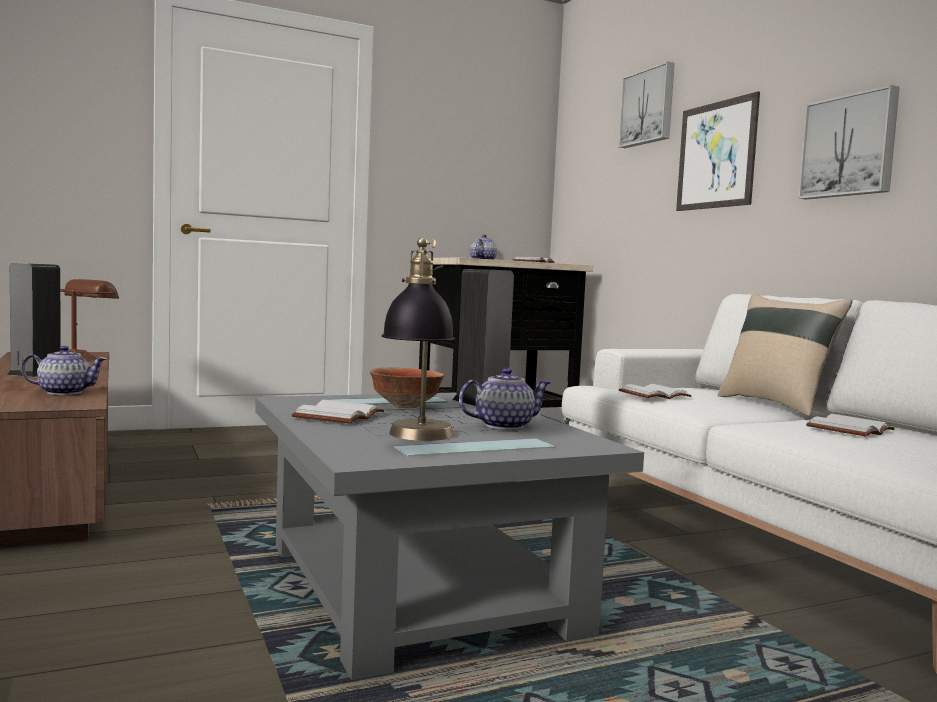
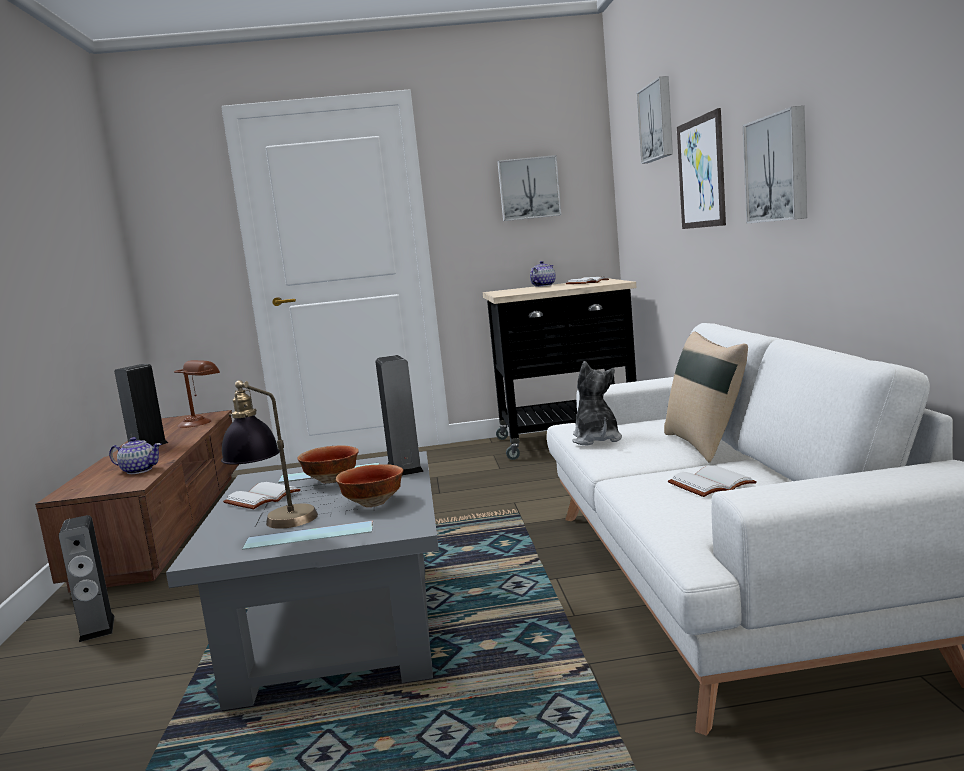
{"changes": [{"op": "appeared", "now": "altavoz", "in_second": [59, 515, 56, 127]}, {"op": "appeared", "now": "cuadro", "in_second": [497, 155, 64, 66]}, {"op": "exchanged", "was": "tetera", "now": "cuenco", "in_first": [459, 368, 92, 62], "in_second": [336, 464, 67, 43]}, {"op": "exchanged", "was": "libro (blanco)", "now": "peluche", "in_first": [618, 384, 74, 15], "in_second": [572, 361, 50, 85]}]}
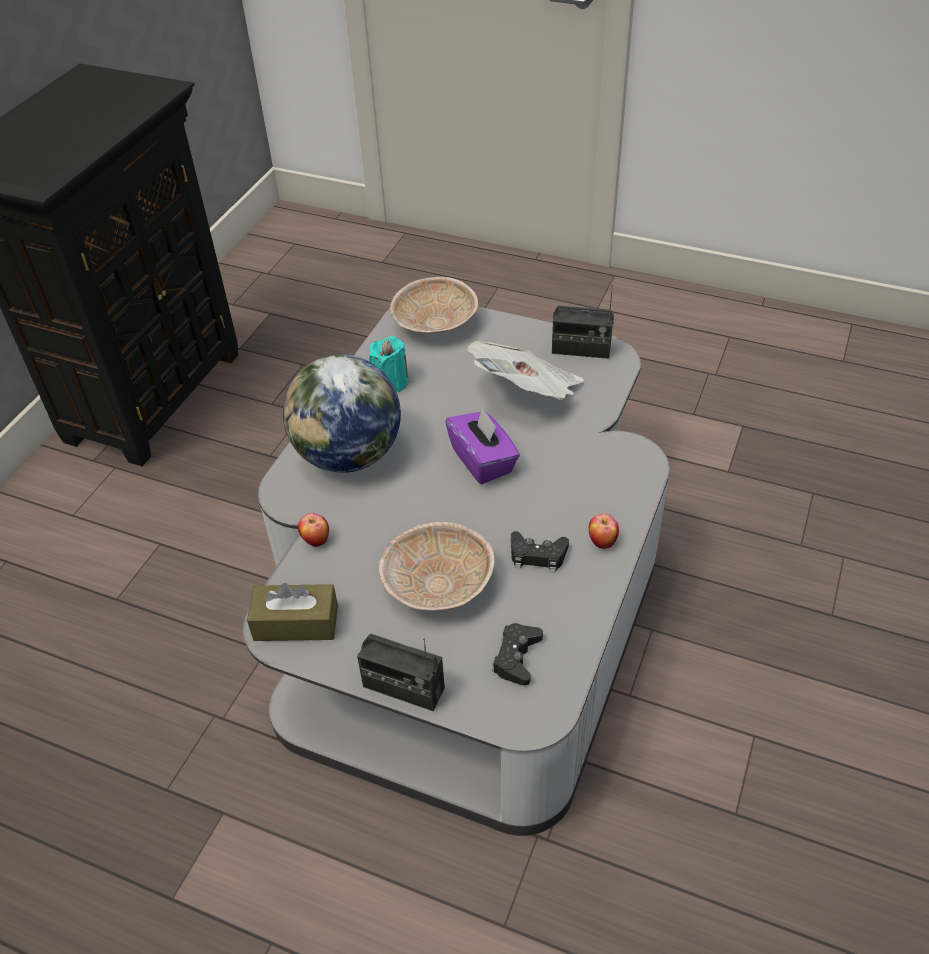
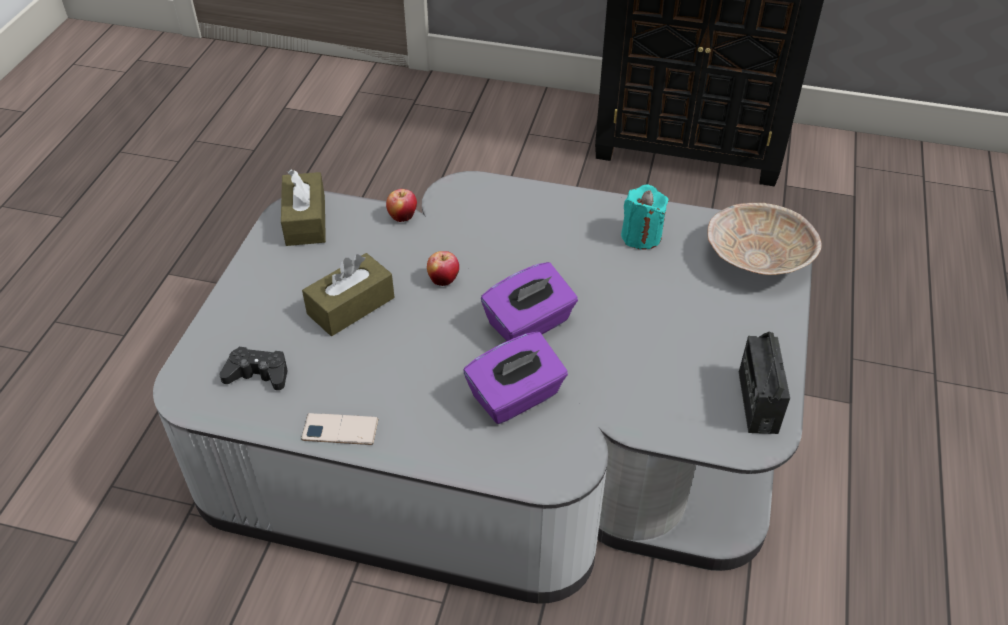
{"changes": [{"op": "missing", "was": "globo terráqueo", "in_first": [283, 355, 118, 118]}, {"op": "missing", "was": "radio", "in_first": [357, 633, 88, 78]}, {"op": "missing", "was": "periódico", "in_first": [467, 341, 117, 58]}, {"op": "missing", "was": "mando de consola (negro)", "in_first": [511, 531, 58, 42]}, {"op": "appeared", "now": "móvil", "in_second": [301, 413, 77, 32]}, {"op": "appeared", "now": "caja de pañuelos (morado)", "in_second": [464, 332, 104, 92]}, {"op": "relocated", "was": "manzana", "in_first": [589, 514, 30, 35], "in_second": [427, 251, 32, 35]}, {"op": "exchanged", "was": "cuenco (beis)", "now": "caja de pañuelos (marrón)", "in_first": [378, 522, 117, 89], "in_second": [302, 253, 92, 83]}]}
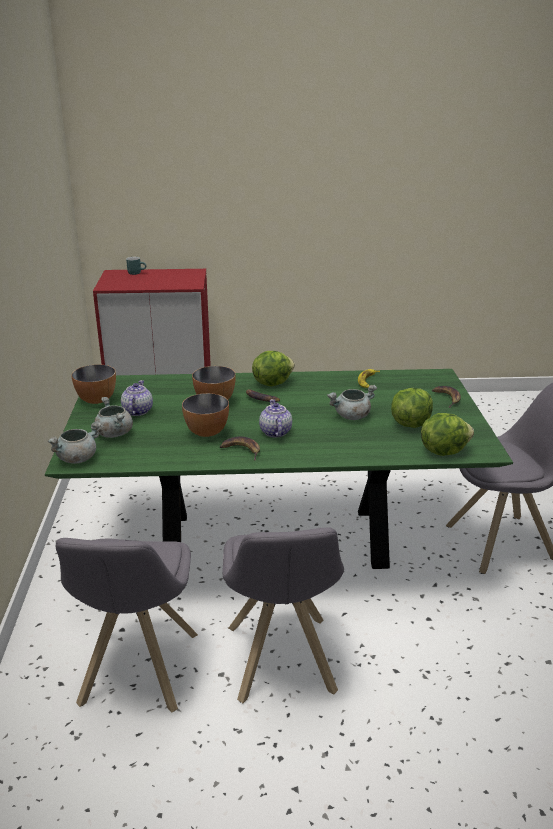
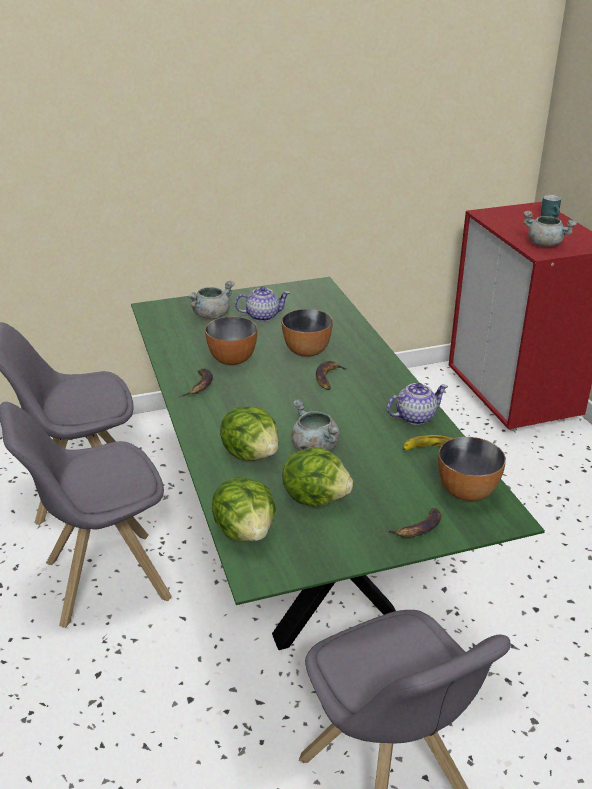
{"changes": [{"op": "relocated", "was": "olla (gris)", "in_first": [48, 421, 54, 43], "in_second": [523, 211, 54, 36]}, {"op": "relocated", "was": "cuenco", "in_first": [71, 364, 45, 40], "in_second": [438, 437, 68, 64]}, {"op": "relocated", "was": "lechuga", "in_first": [252, 351, 43, 35], "in_second": [220, 407, 59, 54]}, {"op": "relocated", "was": "tetera", "in_first": [259, 399, 33, 39], "in_second": [387, 383, 61, 42]}]}
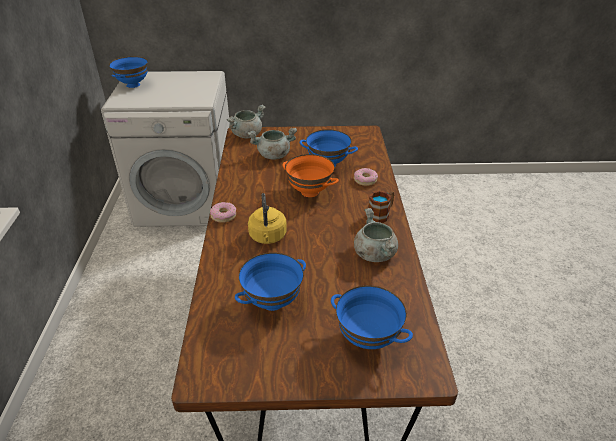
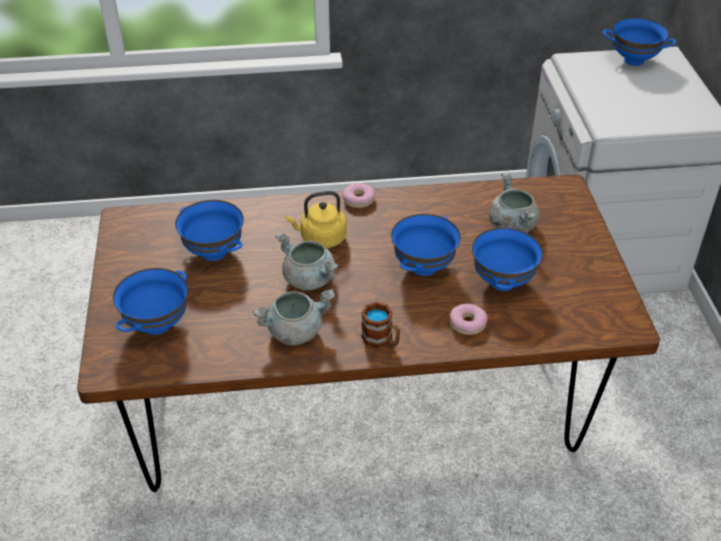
{"changes": [{"op": "relocated", "was": "olla (gris)", "in_first": [227, 105, 38, 33], "in_second": [275, 232, 64, 58]}, {"op": "colour", "was": "cuenco (naranja)", "now": "cuenco (azul)", "in_first": [282, 154, 57, 43], "in_second": [391, 214, 70, 62]}]}
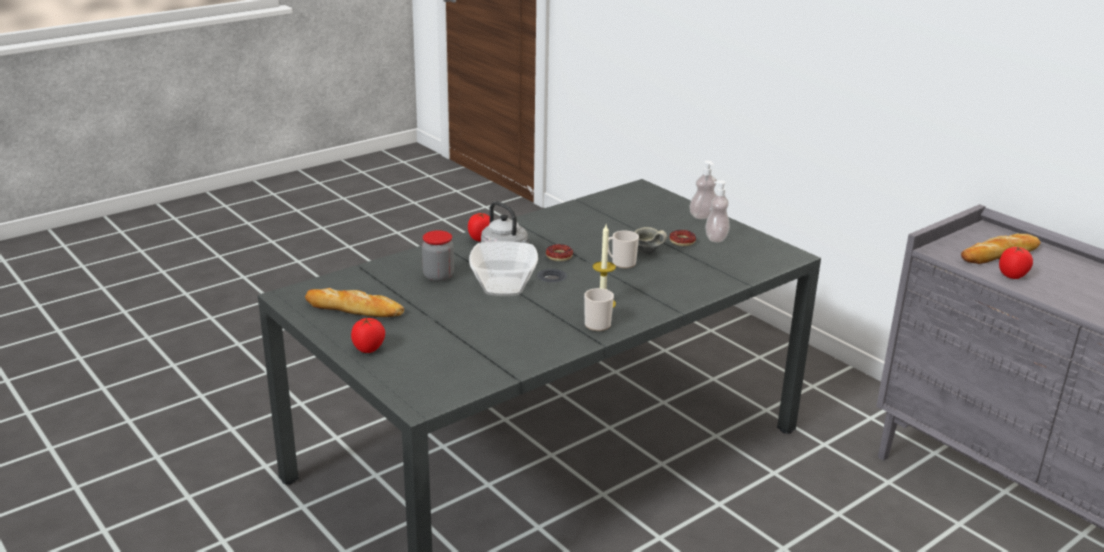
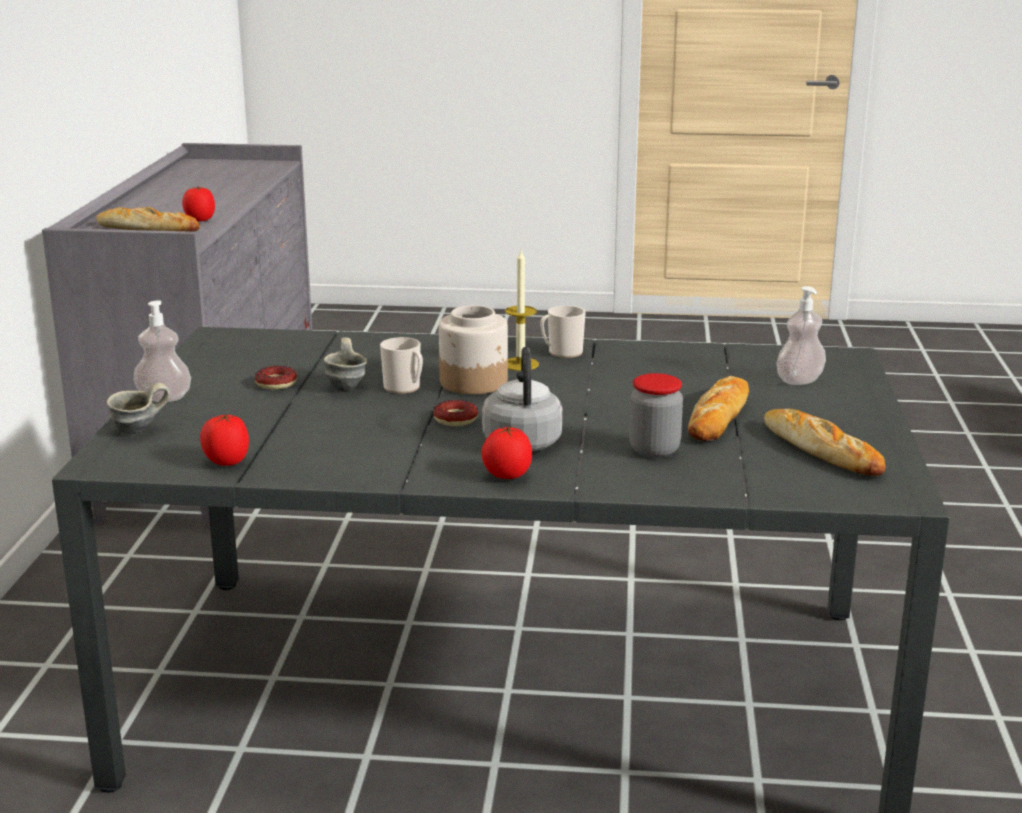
{"changes": [{"op": "missing", "was": "cuenco", "in_first": [469, 241, 69, 55]}, {"op": "appeared", "now": "taza grande (gris)", "in_second": [107, 383, 63, 51]}, {"op": "appeared", "now": "tarro", "in_second": [439, 305, 69, 89]}, {"op": "appeared", "now": "pan", "in_second": [688, 376, 61, 65]}, {"op": "relocated", "was": "tomate", "in_first": [351, 317, 34, 36], "in_second": [200, 413, 49, 53]}, {"op": "relocated", "was": "dispensador de jabón", "in_first": [705, 181, 25, 62], "in_second": [776, 286, 50, 99]}]}
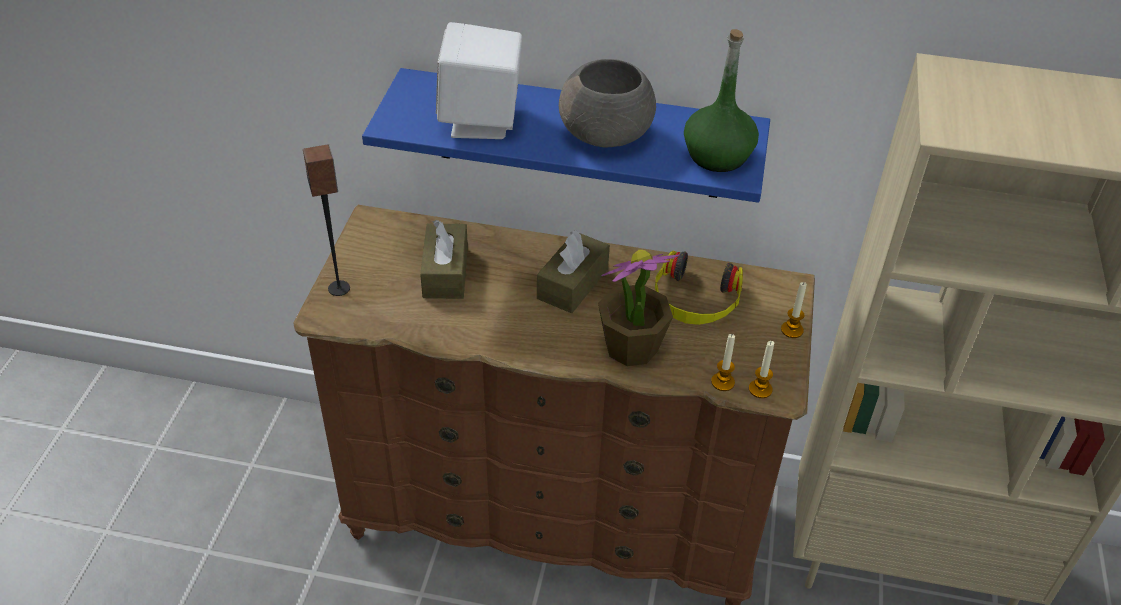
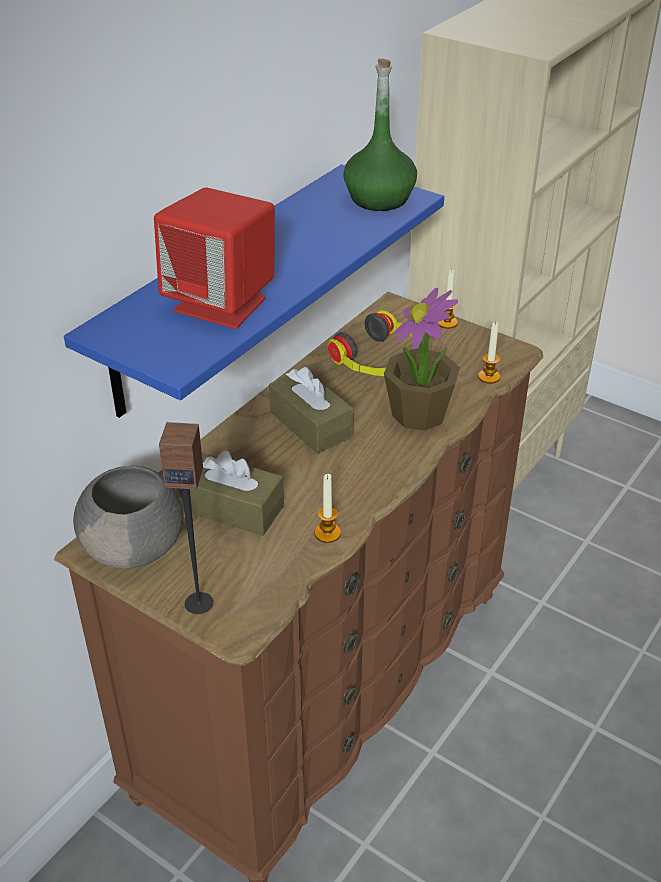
{"changes": [{"op": "relocated", "was": "cuenco (gris)", "in_first": [559, 59, 97, 88], "in_second": [73, 466, 111, 103]}, {"op": "relocated", "was": "vela", "in_first": [749, 341, 25, 57], "in_second": [315, 474, 26, 69]}, {"op": "colour", "was": "altavoz (blanco)", "now": "altavoz (rojo)", "in_first": [436, 22, 86, 117], "in_second": [154, 187, 121, 142]}]}
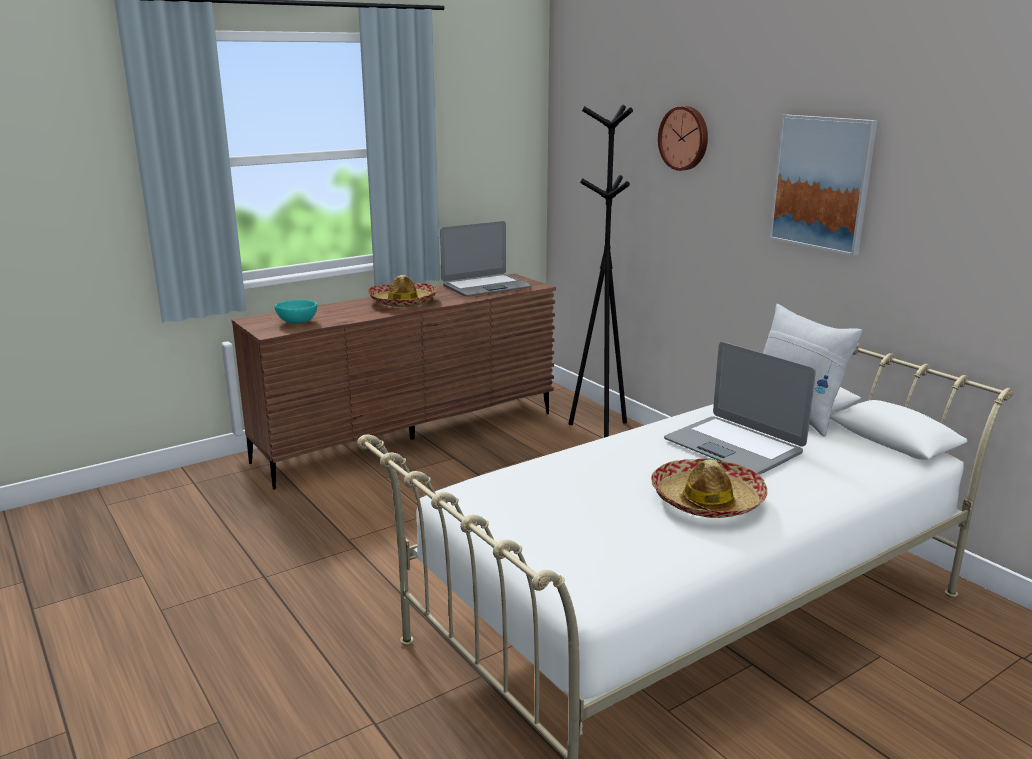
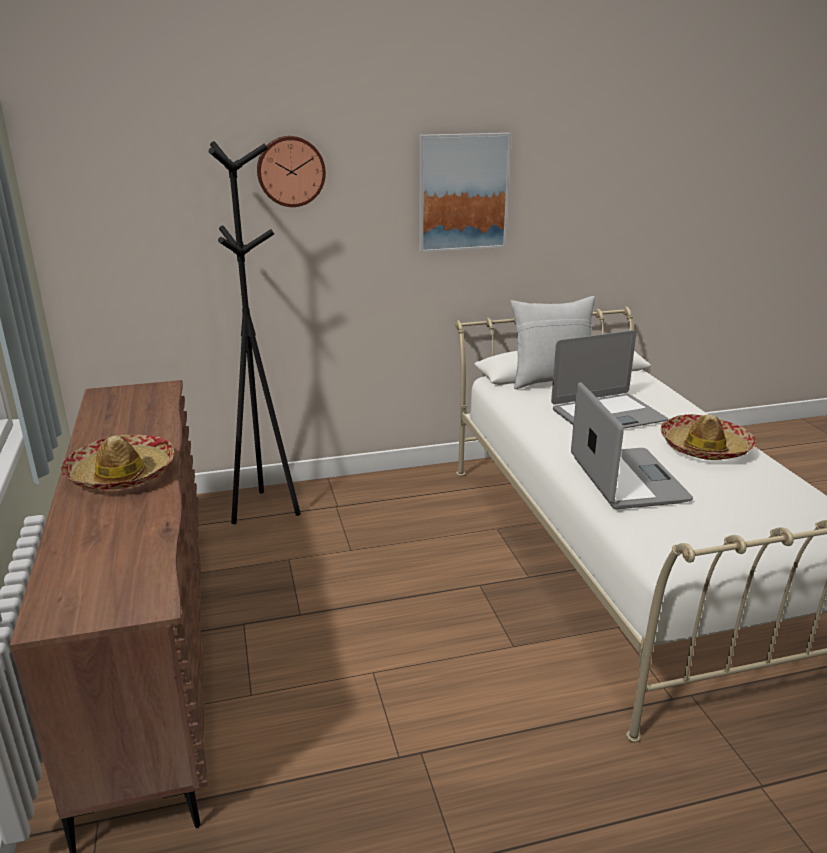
{"changes": [{"op": "missing", "was": "cuenco (turquesa)", "in_first": [275, 300, 42, 24]}, {"op": "relocated", "was": "portátil", "in_first": [440, 221, 92, 75], "in_second": [571, 382, 122, 127]}]}
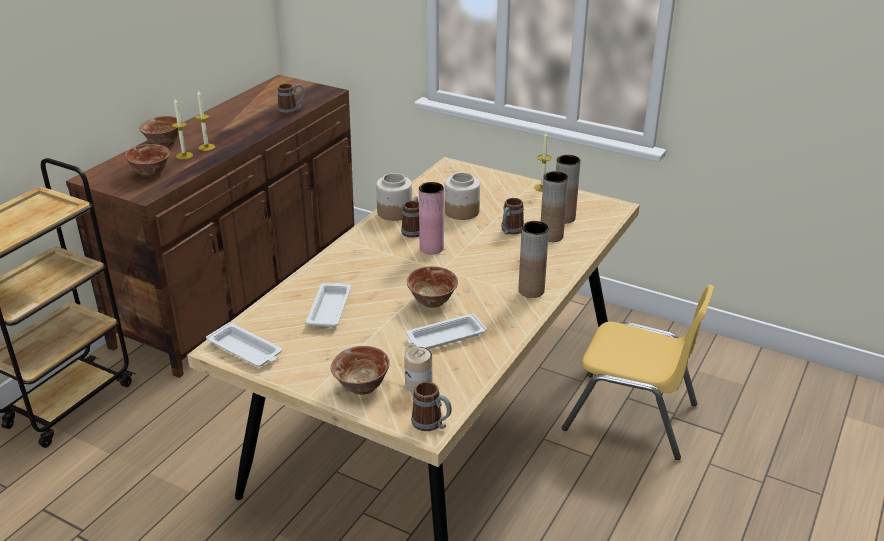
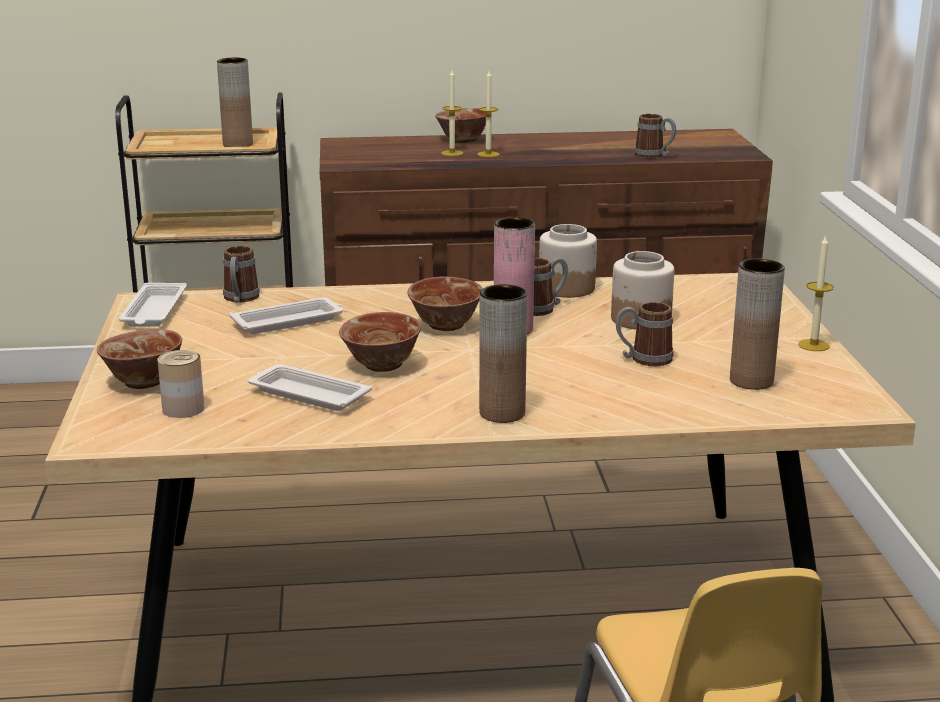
{"changes": [{"op": "relocated", "was": "cuenco", "in_first": [125, 144, 45, 33], "in_second": [407, 277, 76, 54]}, {"op": "relocated", "was": "taza grande", "in_first": [411, 382, 41, 49], "in_second": [223, 246, 37, 57]}, {"op": "relocated", "was": "florero (marrón)", "in_first": [541, 171, 27, 71], "in_second": [217, 58, 36, 89]}]}
